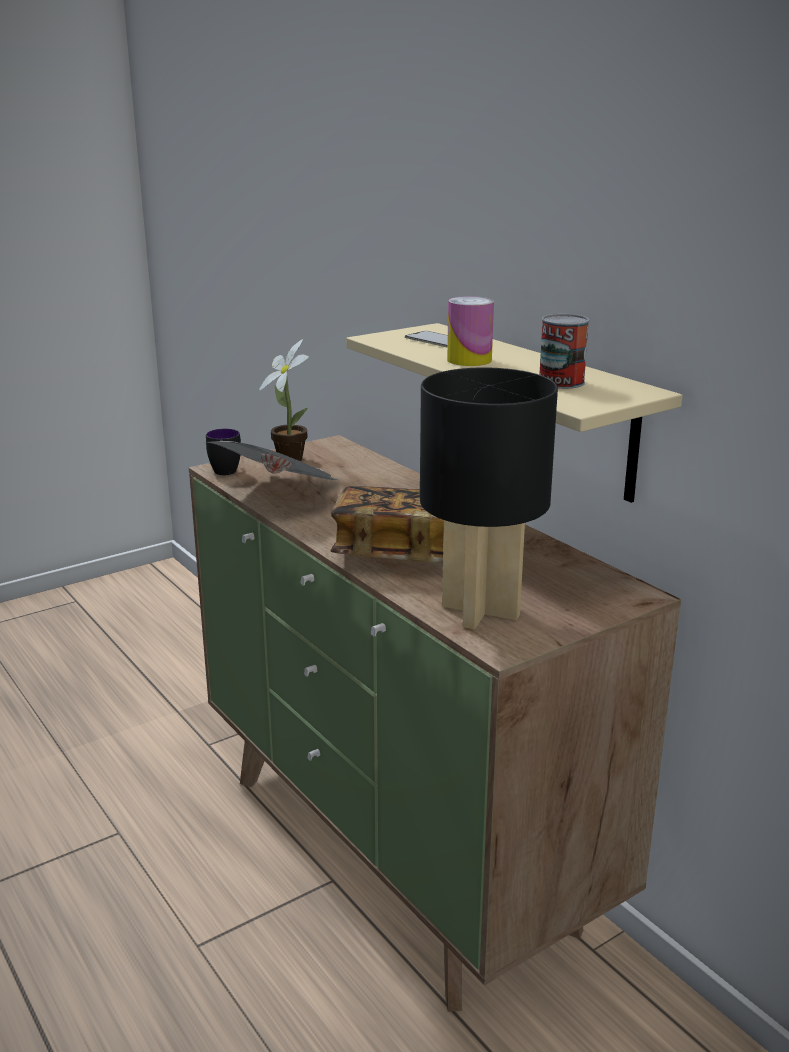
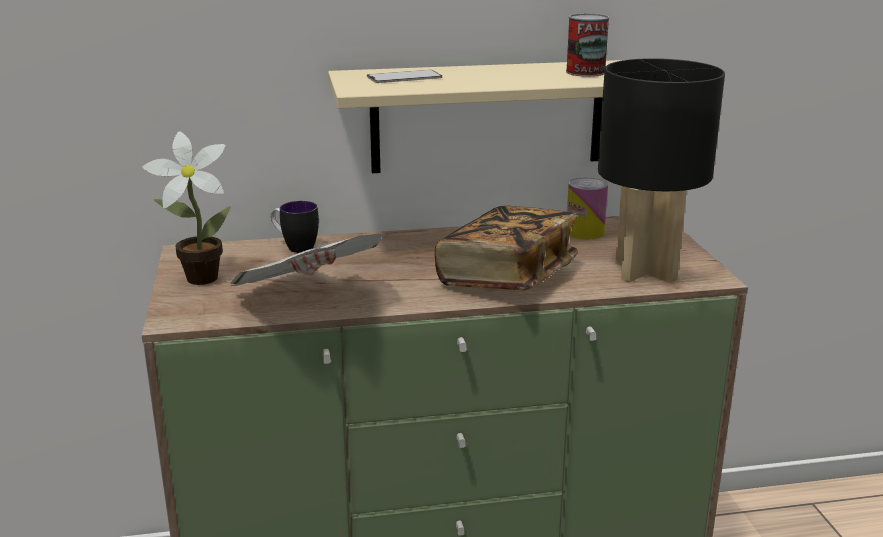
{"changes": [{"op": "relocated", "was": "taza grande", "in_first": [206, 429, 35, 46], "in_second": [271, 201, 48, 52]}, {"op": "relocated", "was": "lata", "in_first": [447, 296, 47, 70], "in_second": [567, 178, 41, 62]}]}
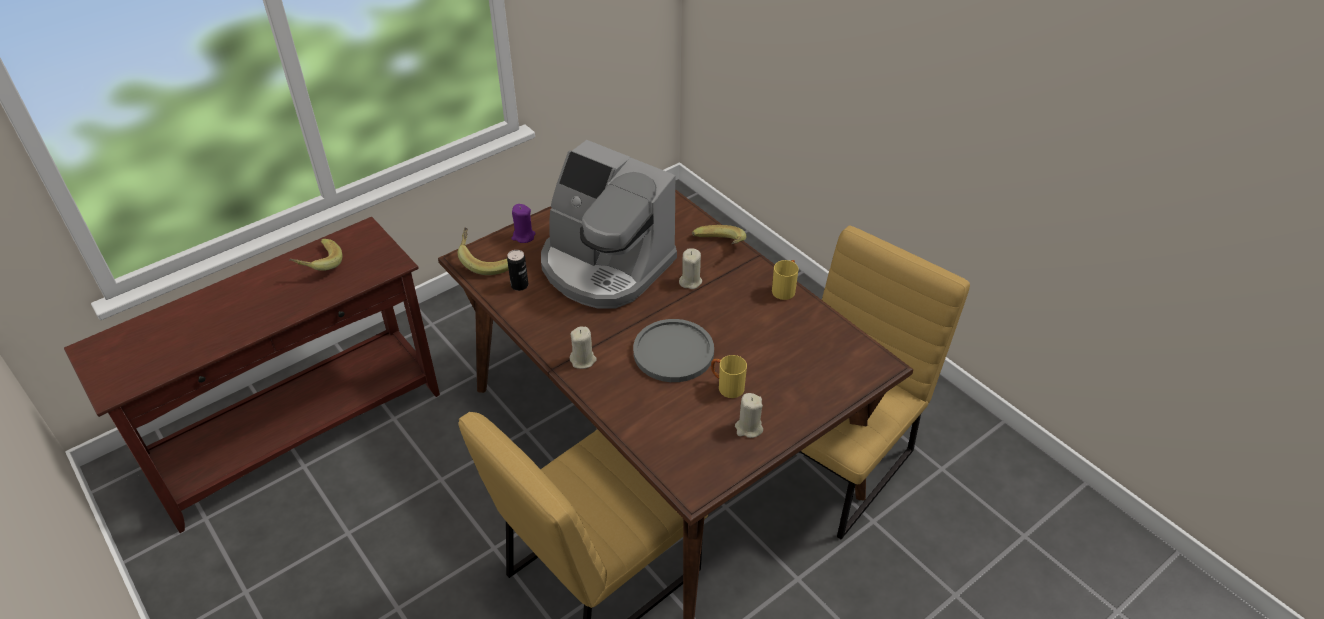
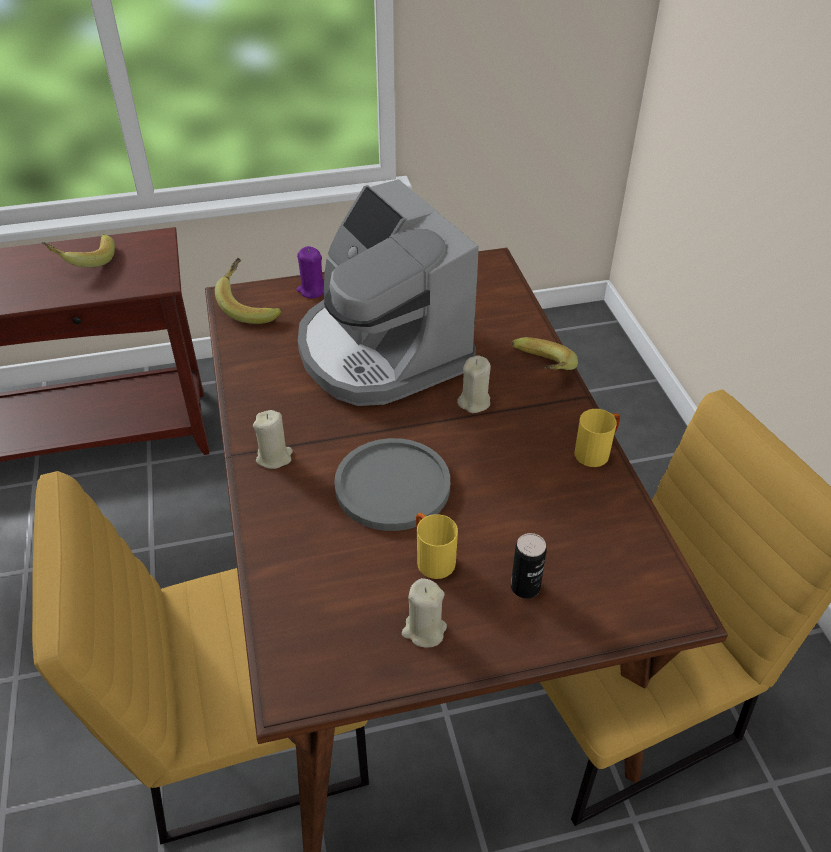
{"changes": [{"op": "relocated", "was": "lata", "in_first": [507, 250, 21, 41], "in_second": [511, 533, 36, 66]}]}
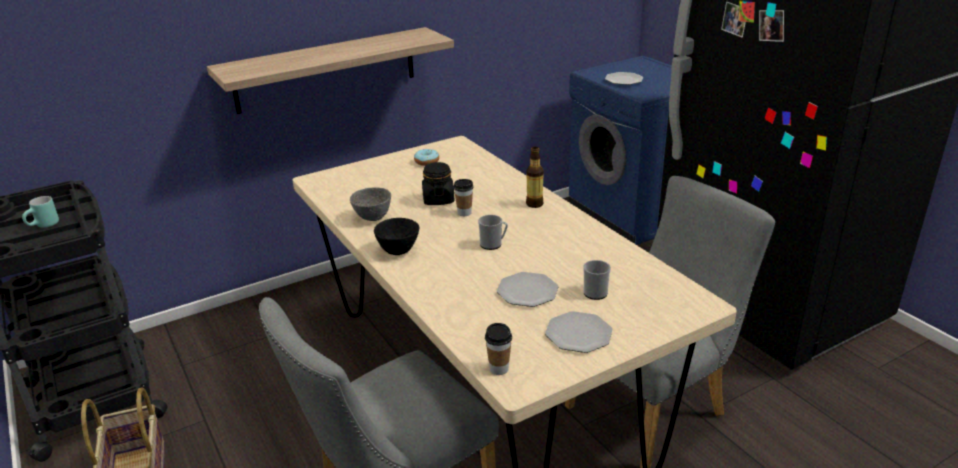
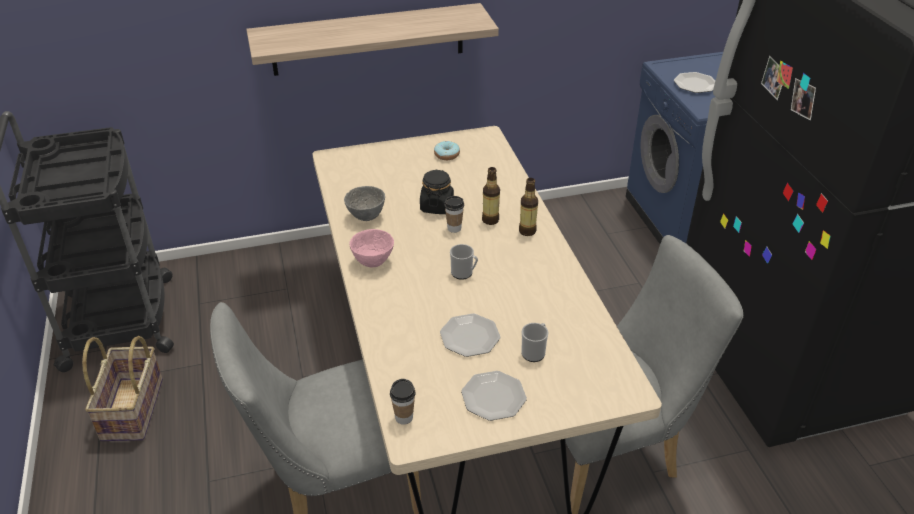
{"changes": [{"op": "missing", "was": "taza grande (turquesa)", "in_first": [22, 196, 37, 32]}, {"op": "appeared", "now": "botella", "in_second": [482, 167, 18, 58]}, {"op": "colour", "was": "cuenco (negro)", "now": "cuenco (rosa)", "in_first": [374, 218, 45, 37], "in_second": [349, 229, 45, 38]}]}
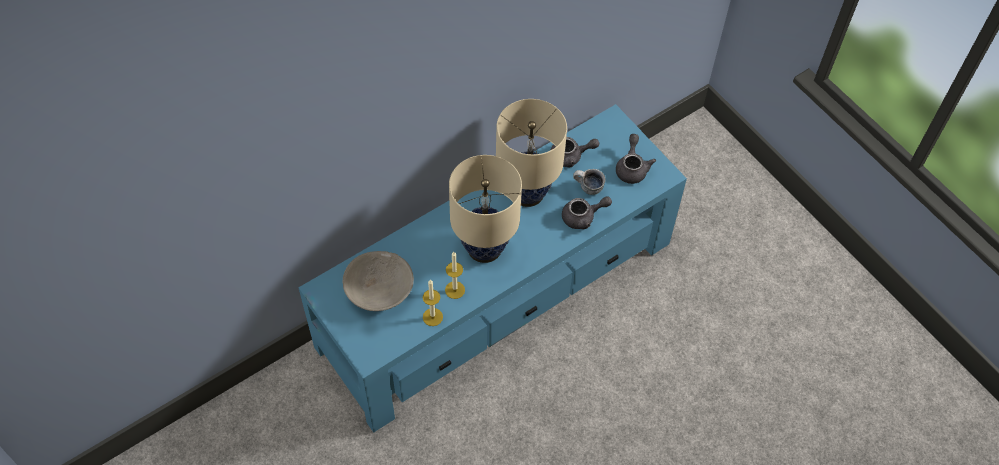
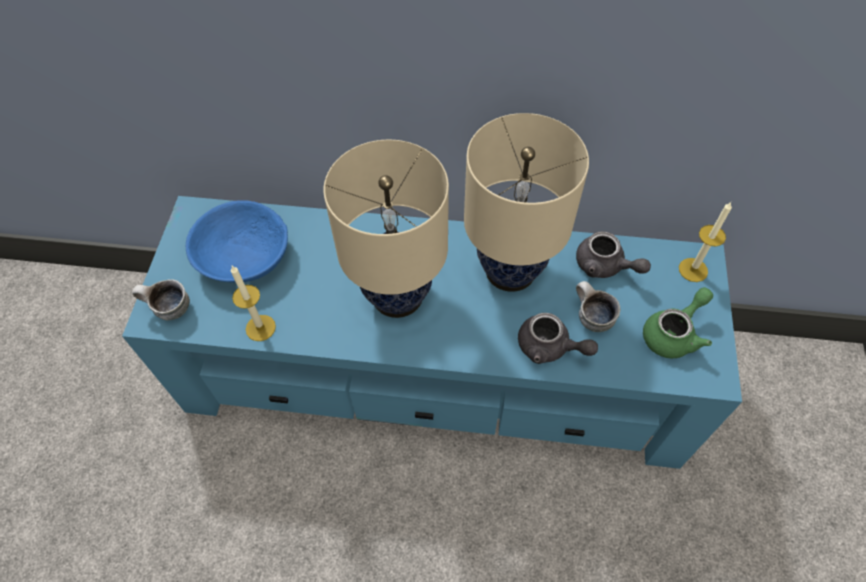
{"changes": [{"op": "appeared", "now": "taza grande", "in_second": [132, 279, 58, 41]}, {"op": "relocated", "was": "vela", "in_first": [445, 252, 20, 47], "in_second": [679, 202, 53, 80]}, {"op": "colour", "was": "cuenco (gris)", "now": "cuenco (azul)", "in_first": [343, 251, 71, 60], "in_second": [186, 200, 102, 83]}, {"op": "colour", "was": "tetera (gris)", "now": "tetera (verde)", "in_first": [616, 134, 40, 50], "in_second": [643, 287, 70, 71]}]}
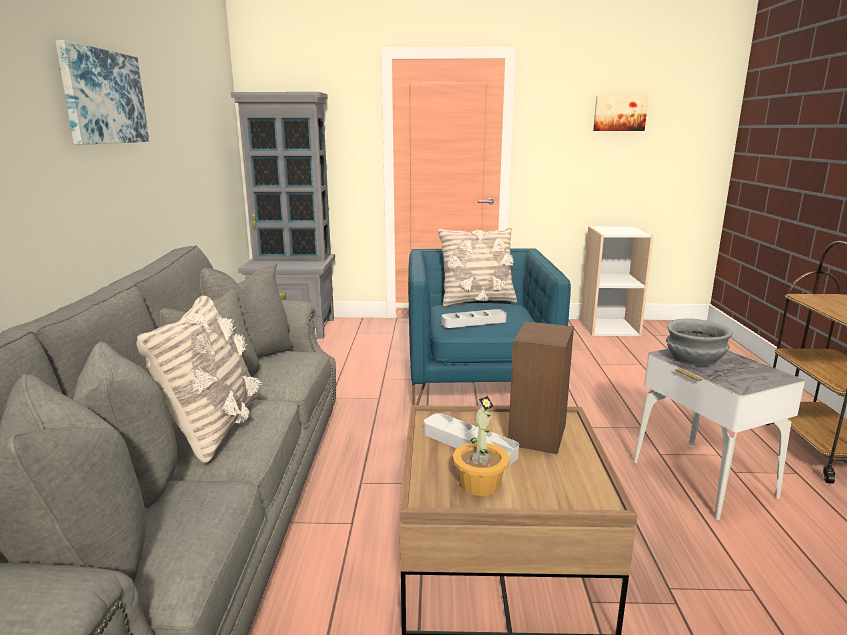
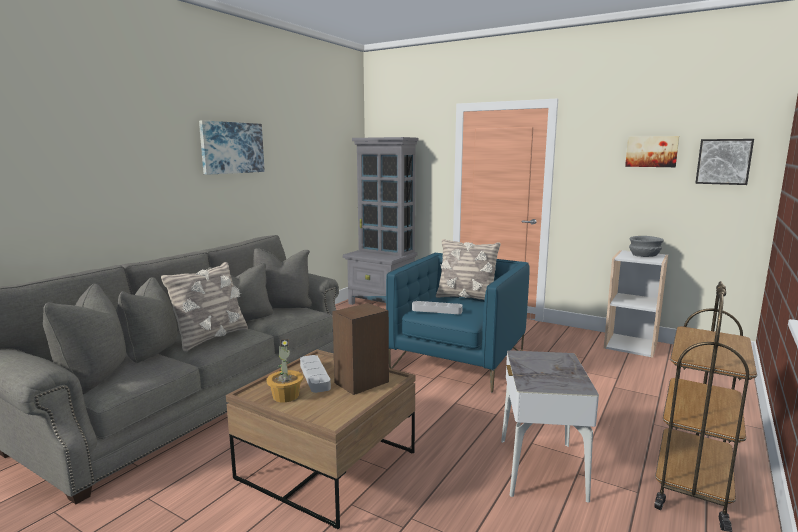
{"changes": [{"op": "appeared", "now": "cuadro", "in_second": [695, 139, 59, 46]}, {"op": "relocated", "was": "cuenco (gris)", "in_first": [666, 318, 67, 48], "in_second": [629, 236, 35, 21]}]}
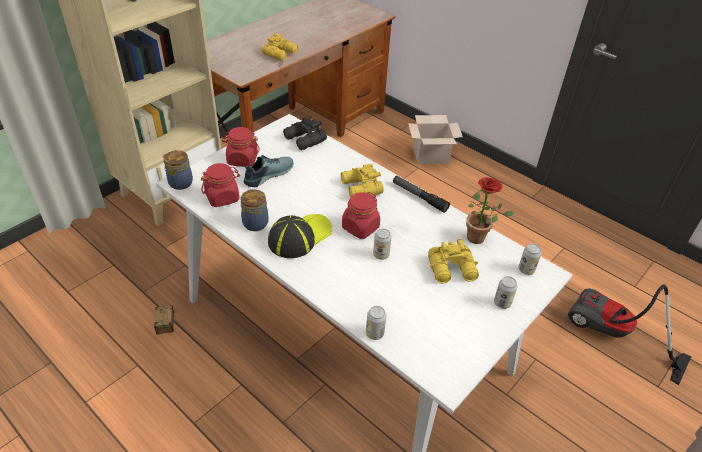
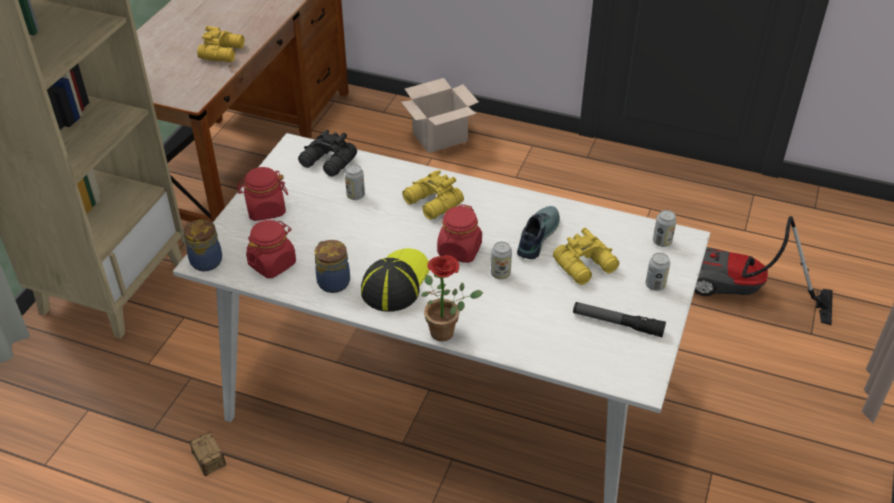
{"changes": [{"op": "relocated", "was": "zapato", "in_first": [244, 155, 49, 32], "in_second": [517, 206, 43, 53]}, {"op": "relocated", "was": "lata", "in_first": [366, 306, 20, 34], "in_second": [345, 164, 20, 36]}, {"op": "relocated", "was": "linterna", "in_first": [393, 176, 57, 37], "in_second": [573, 302, 93, 35]}, {"op": "relocated", "was": "planta en maceta", "in_first": [466, 177, 49, 67], "in_second": [421, 255, 62, 86]}]}
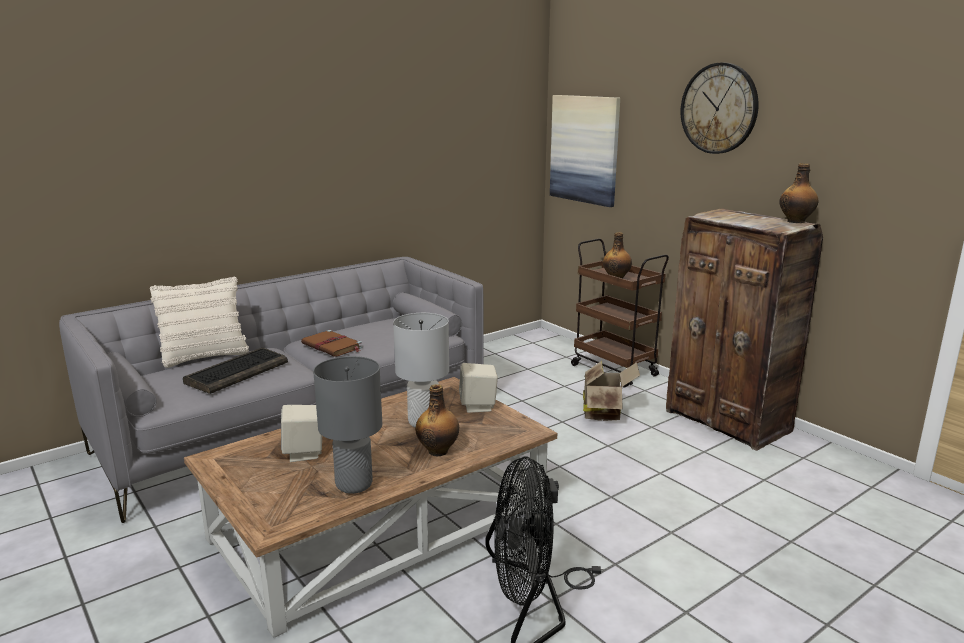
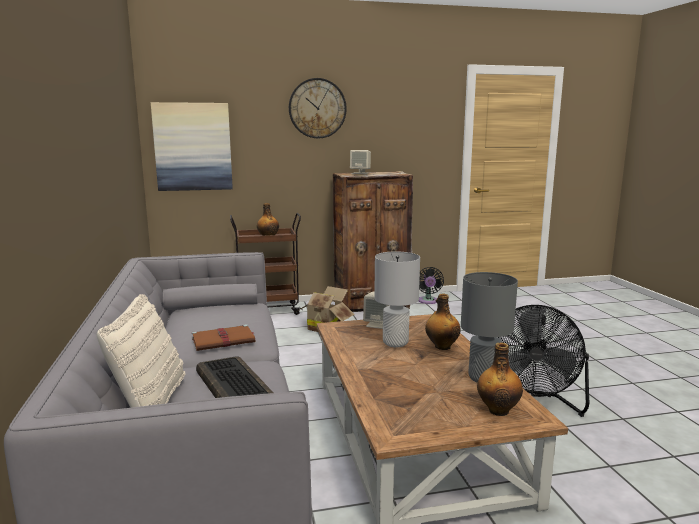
{"changes": [{"op": "appeared", "now": "ventilador (negro)", "in_second": [419, 267, 25, 37]}, {"op": "relocated", "was": "altavoz (beis)", "in_first": [281, 405, 41, 57], "in_second": [350, 150, 21, 24]}, {"op": "relocated", "was": "botella", "in_first": [779, 163, 39, 60], "in_second": [477, 343, 46, 73]}]}
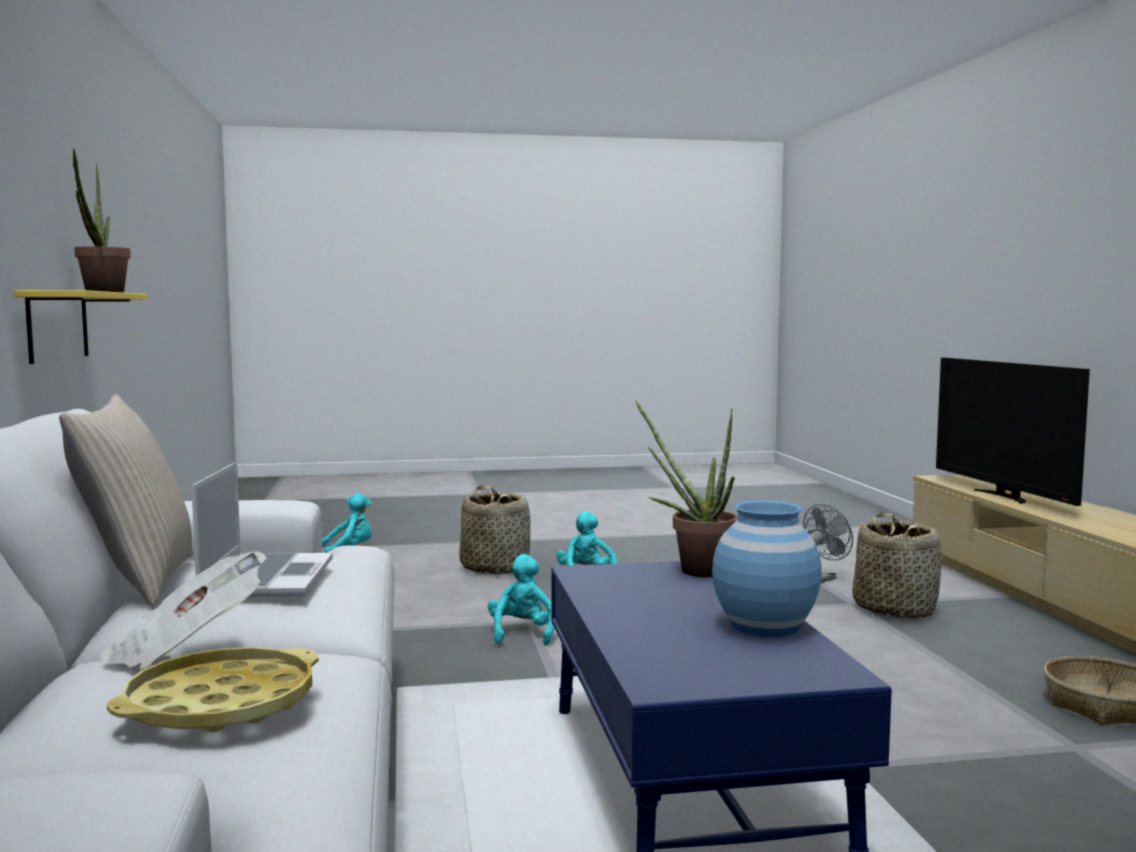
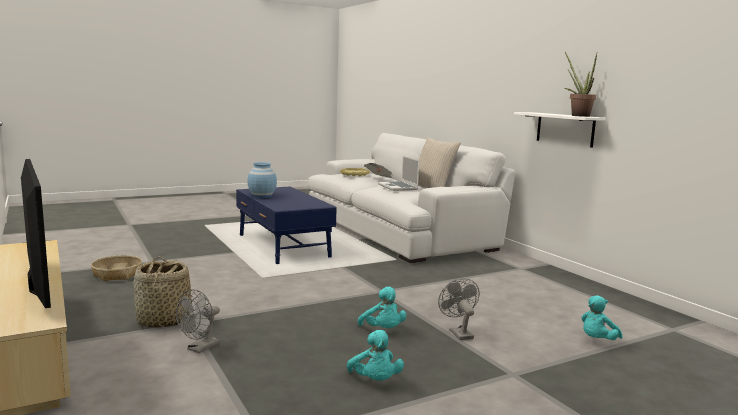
{"changes": [{"op": "missing", "was": "planta en maceta", "in_first": [635, 401, 102, 176]}, {"op": "relocated", "was": "peluche (turquesa)", "in_first": [488, 554, 67, 92], "in_second": [347, 330, 57, 51]}, {"op": "exchanged", "was": "cesta", "now": "ventilador (gris)", "in_first": [459, 485, 71, 89], "in_second": [438, 278, 42, 62]}, {"op": "colour", "was": "estante (amarillo)", "now": "estante (blanco)", "in_first": [14, 290, 134, 74], "in_second": [514, 112, 92, 36]}]}
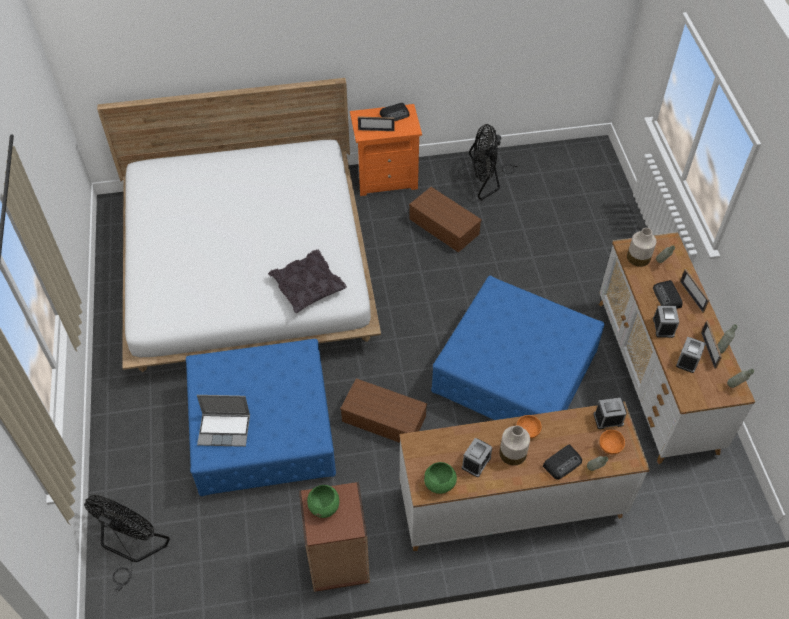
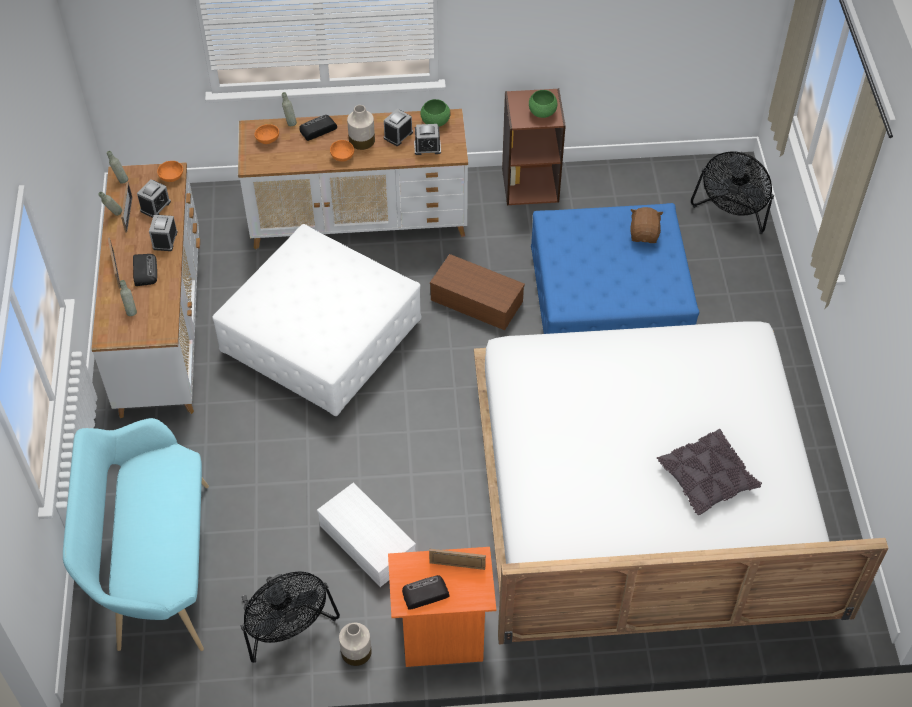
{"changes": [{"op": "appeared", "now": "banco (turquesa)", "in_second": [63, 418, 146, 233]}, {"op": "appeared", "now": "cuenco (naranja)", "in_second": [157, 161, 26, 21]}, {"op": "relocated", "was": "cojín (negro)", "in_first": [268, 250, 79, 63], "in_second": [657, 429, 105, 86]}, {"op": "relocated", "was": "despertador", "in_first": [593, 398, 34, 31], "in_second": [414, 124, 27, 31]}, {"op": "relocated", "was": "florero (beis)", "in_first": [627, 228, 29, 39], "in_second": [339, 623, 33, 43]}, {"op": "exchanged", "was": "portátil", "now": "peluche (marrón)", "in_first": [197, 395, 53, 52], "in_second": [630, 207, 33, 36]}, {"op": "colour", "was": "caja de almacenaje (marrón)", "now": "caja de almacenaje (blanco)", "in_first": [409, 187, 73, 66], "in_second": [317, 482, 99, 105]}, {"op": "colour", "was": "puf (azul)", "now": "puf (blanco)", "in_first": [431, 276, 173, 144], "in_second": [212, 224, 209, 192]}, {"op": "spun", "was": "ventilador (negro)", "in_first": [469, 124, 50, 77], "in_second": [241, 572, 99, 91], "clockwise": 60}]}
